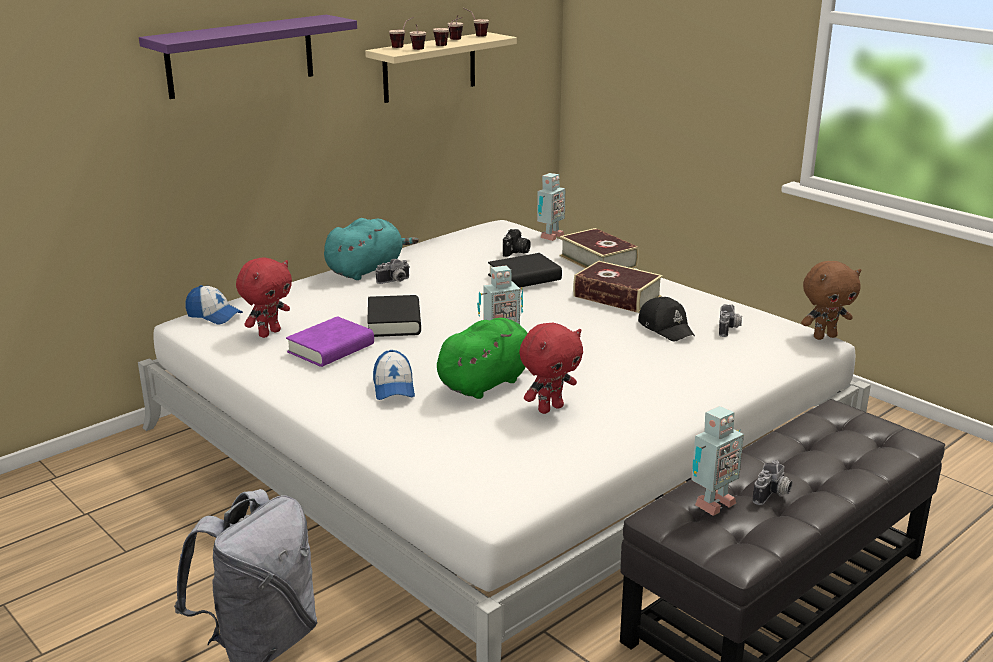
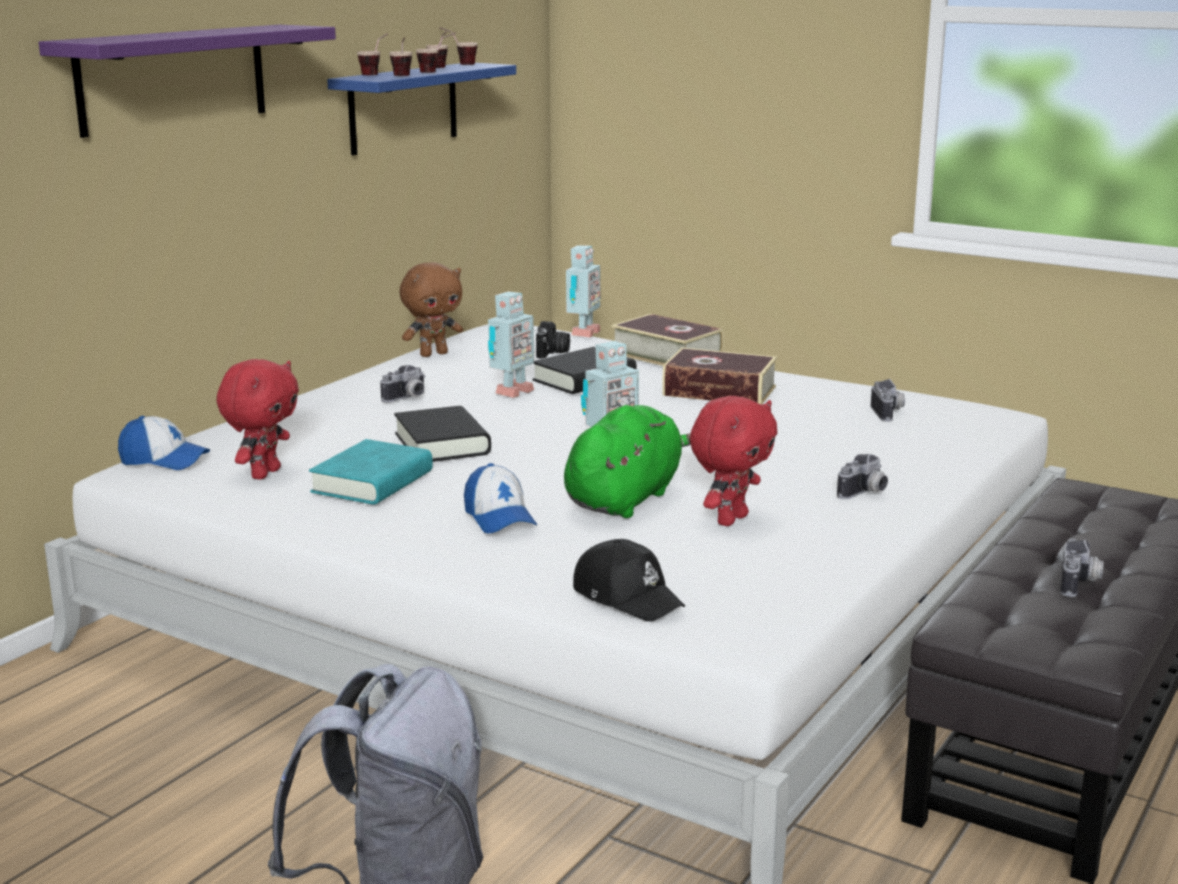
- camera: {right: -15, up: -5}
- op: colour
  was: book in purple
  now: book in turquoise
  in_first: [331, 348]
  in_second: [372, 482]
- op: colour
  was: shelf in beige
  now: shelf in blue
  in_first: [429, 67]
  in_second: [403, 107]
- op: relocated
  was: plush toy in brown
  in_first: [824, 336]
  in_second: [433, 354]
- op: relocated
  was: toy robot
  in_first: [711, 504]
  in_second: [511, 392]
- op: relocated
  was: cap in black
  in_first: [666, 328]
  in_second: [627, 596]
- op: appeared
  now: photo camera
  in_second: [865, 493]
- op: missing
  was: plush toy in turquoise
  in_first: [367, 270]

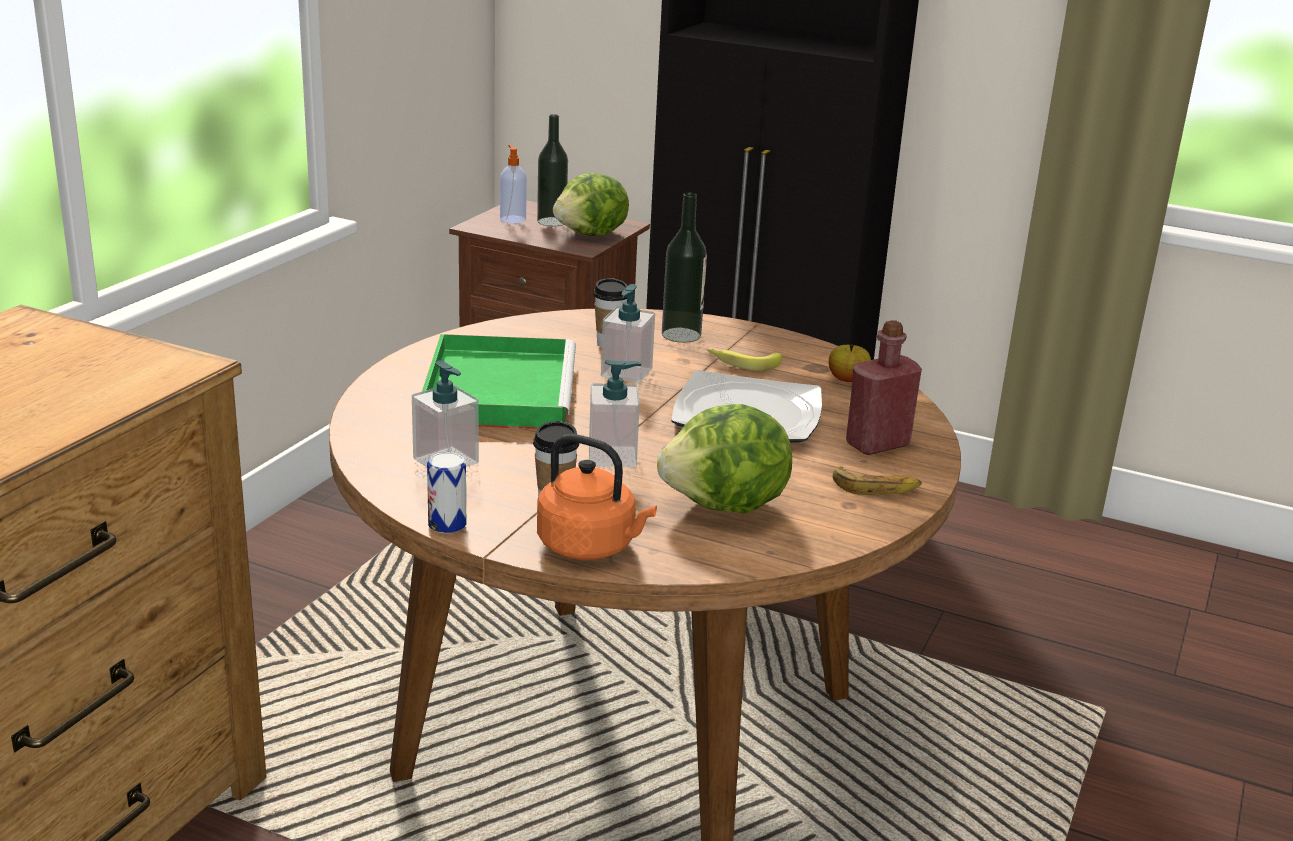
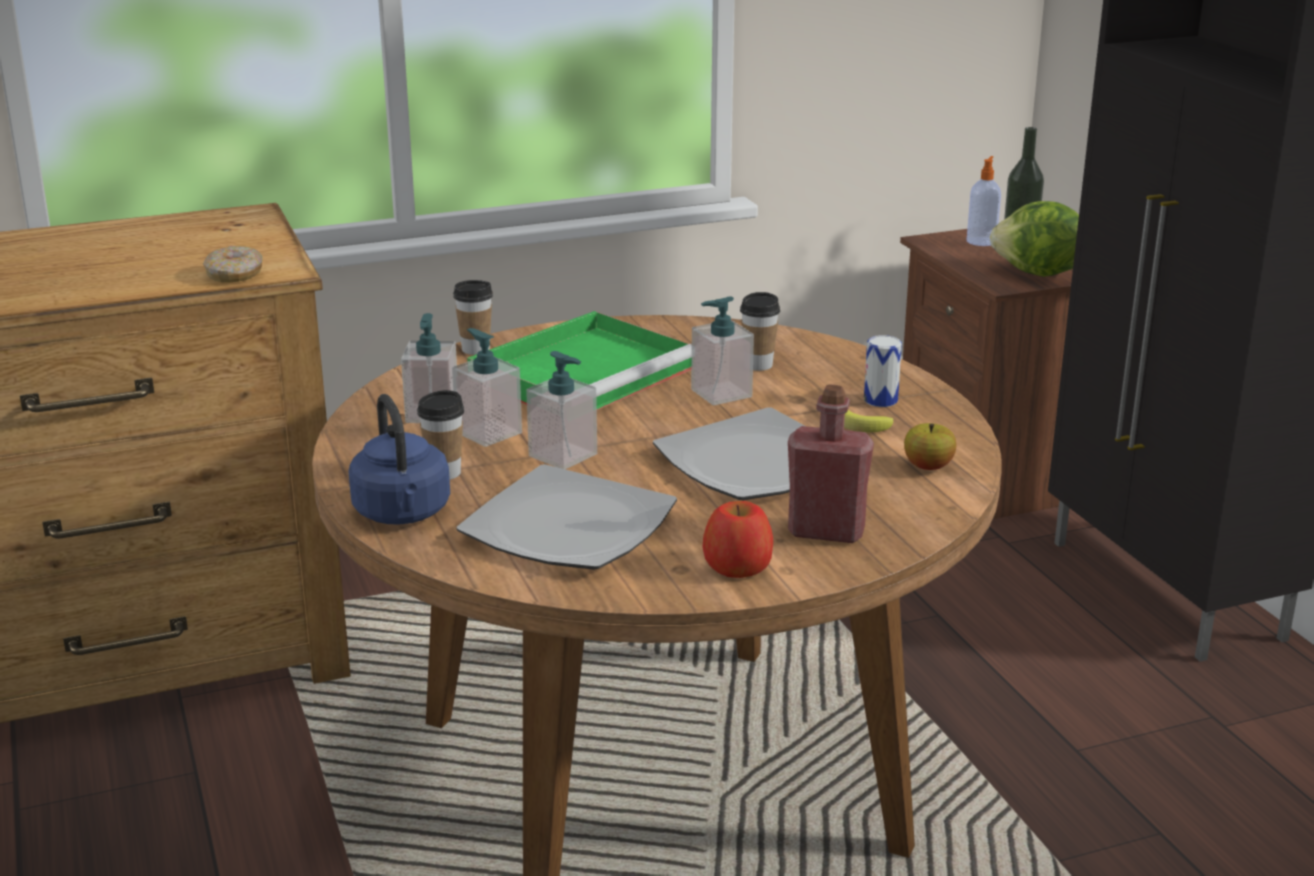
- camera: {right: 45, up: 0}
- op: appeared
  now: donut
  in_second: [235, 275]
- op: colour
  was: kettle in orange
  now: kettle in blue
  in_first: [591, 547]
  in_second: [403, 514]
- op: appeared
  now: soap dispenser
  in_second: [488, 432]
- op: appeared
  now: cup
  in_second: [475, 349]
- op: exchanged
  was: lettuce
  now: plate
  in_first: [726, 507]
  in_second: [569, 528]
- op: exchanged
  was: banana
  now: apple
  in_first: [876, 488]
  in_second: [738, 565]
- op: relocated
  was: can
  in_first: [447, 524]
  in_second: [880, 400]
- op: missing
  was: bottle
  in_first: [681, 335]

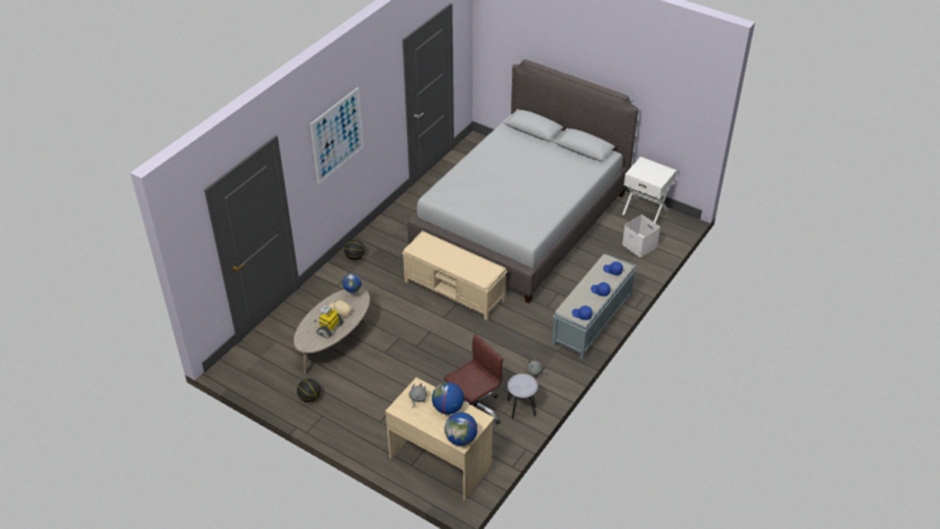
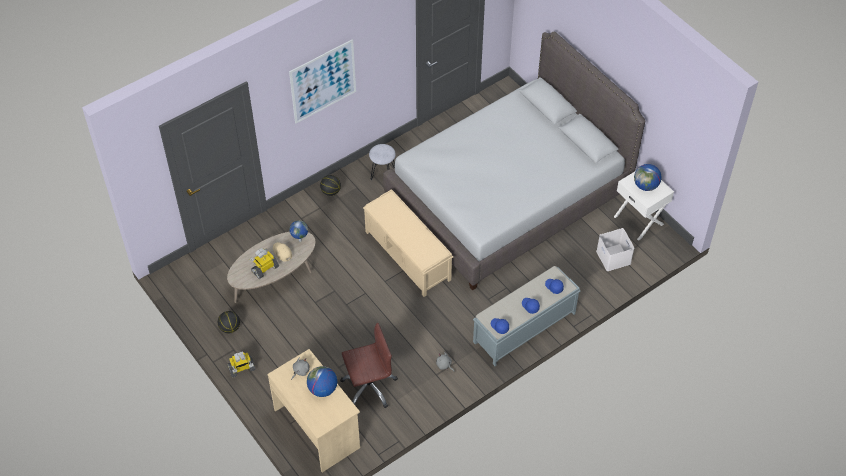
- camera: {right: 20, up: 10}
- op: appeared
  now: toy robot
  in_second: [241, 369]
- op: relocated
  was: stool in grey
  in_first: [521, 408]
  in_second: [383, 173]
- op: relocated
  was: globe
  in_first: [461, 439]
  in_second: [646, 186]

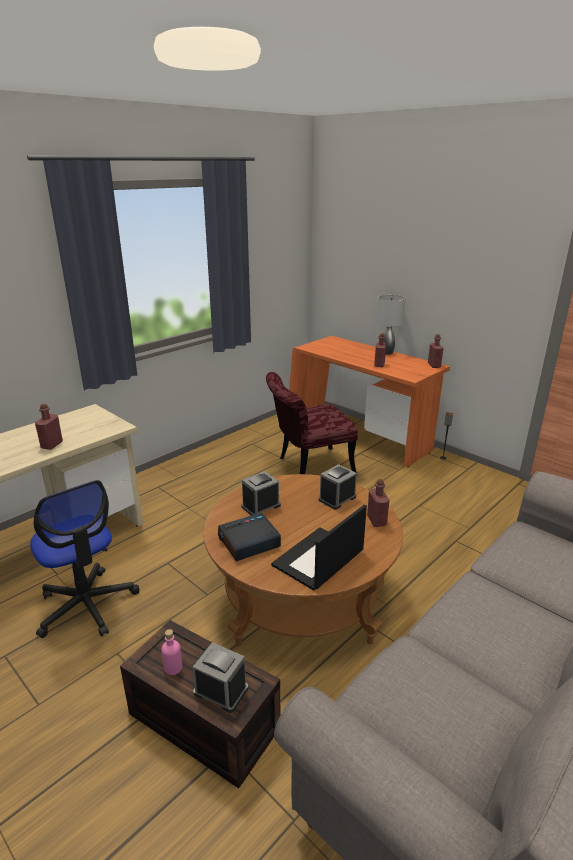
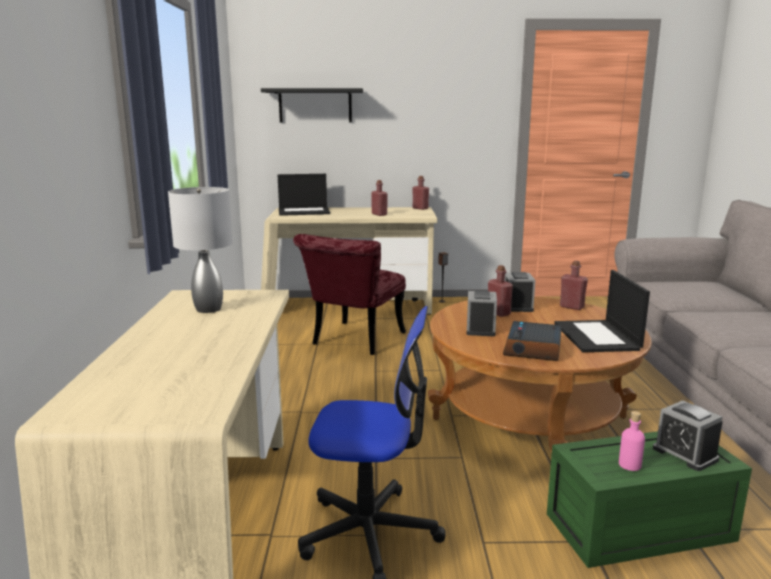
- camera: {right: -45, up: -10}
- op: relocated
  was: table lamp in grey
  in_first: [386, 352]
  in_second: [208, 309]
- op: appeared
  now: shelf in black
  in_second: [315, 105]
- op: colour
  was: desk in orange
  now: desk in beige
  in_first: [358, 435]
  in_second: [348, 308]
- op: appeared
  now: laptop
  in_second: [304, 211]
- op: relocated
  was: bottle in red
  in_first: [52, 445]
  in_second: [498, 313]
- op: colour
  was: storage box in brown
  now: storage box in green
  in_first: [200, 721]
  in_second: [638, 529]
- op: spun
  was: alarm clock
  in_first: [221, 690]
  in_second: [685, 454]
  clockwise: -105

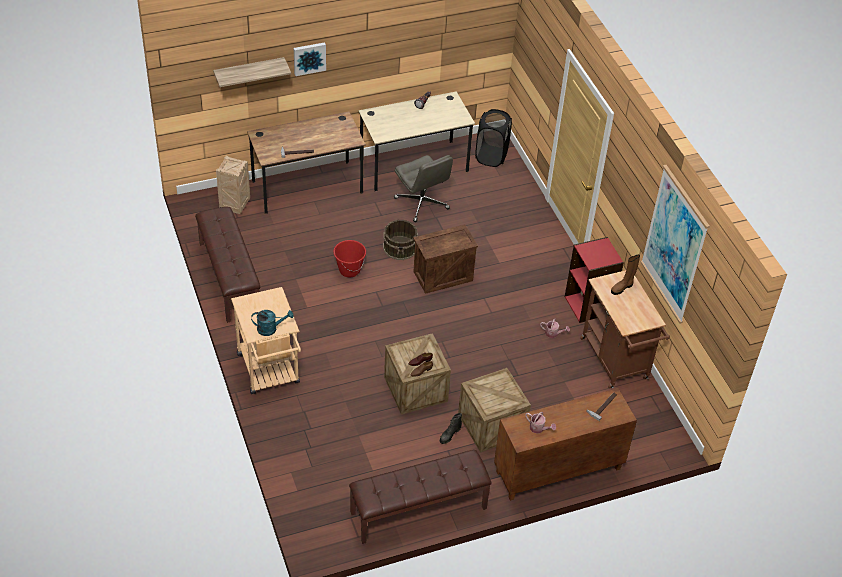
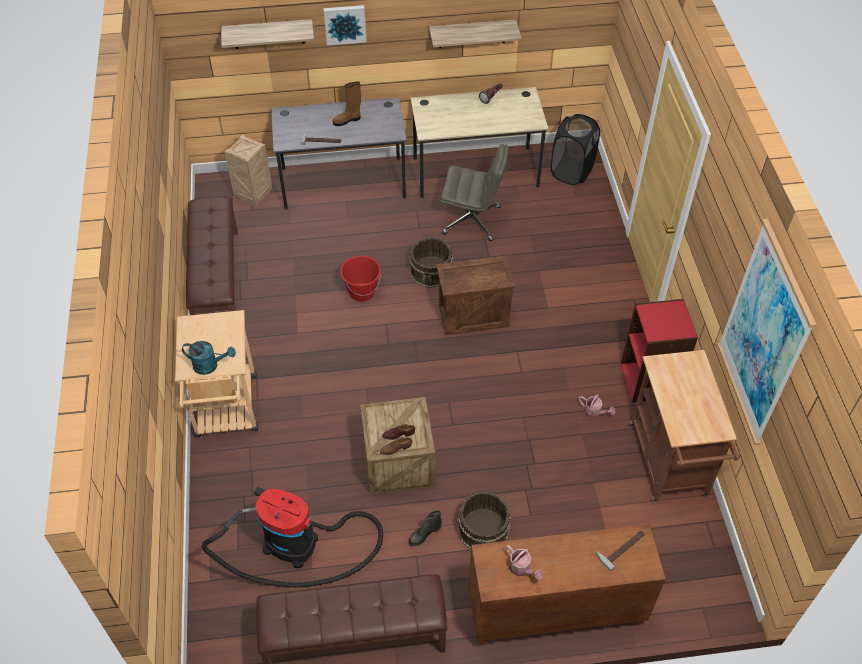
- camera: {right: 15, up: 5}
- op: appeared
  now: vacuum cleaner
  in_second: [297, 545]
- op: colour
  was: desk in brown
  now: desk in grey
  in_first: [307, 187]
  in_second: [343, 183]
- op: relocated
  was: boot in brown
  in_first: [622, 287]
  in_second: [347, 120]
- op: appeared
  now: shelf
  in_second: [472, 34]
- op: spun
  was: office chair in grey
  in_first: [422, 204]
  in_second: [472, 220]
  clockwise: -60
- op: exchanged
  was: crate
  now: bucket in brown
  in_first: [491, 425]
  in_second: [482, 529]

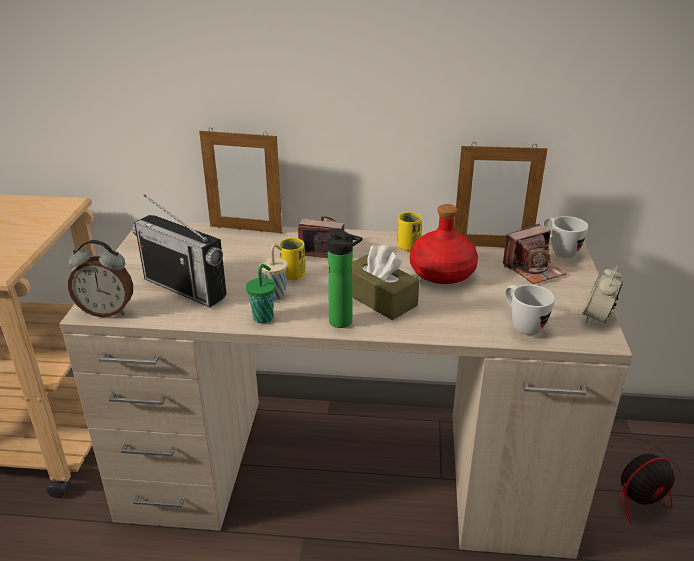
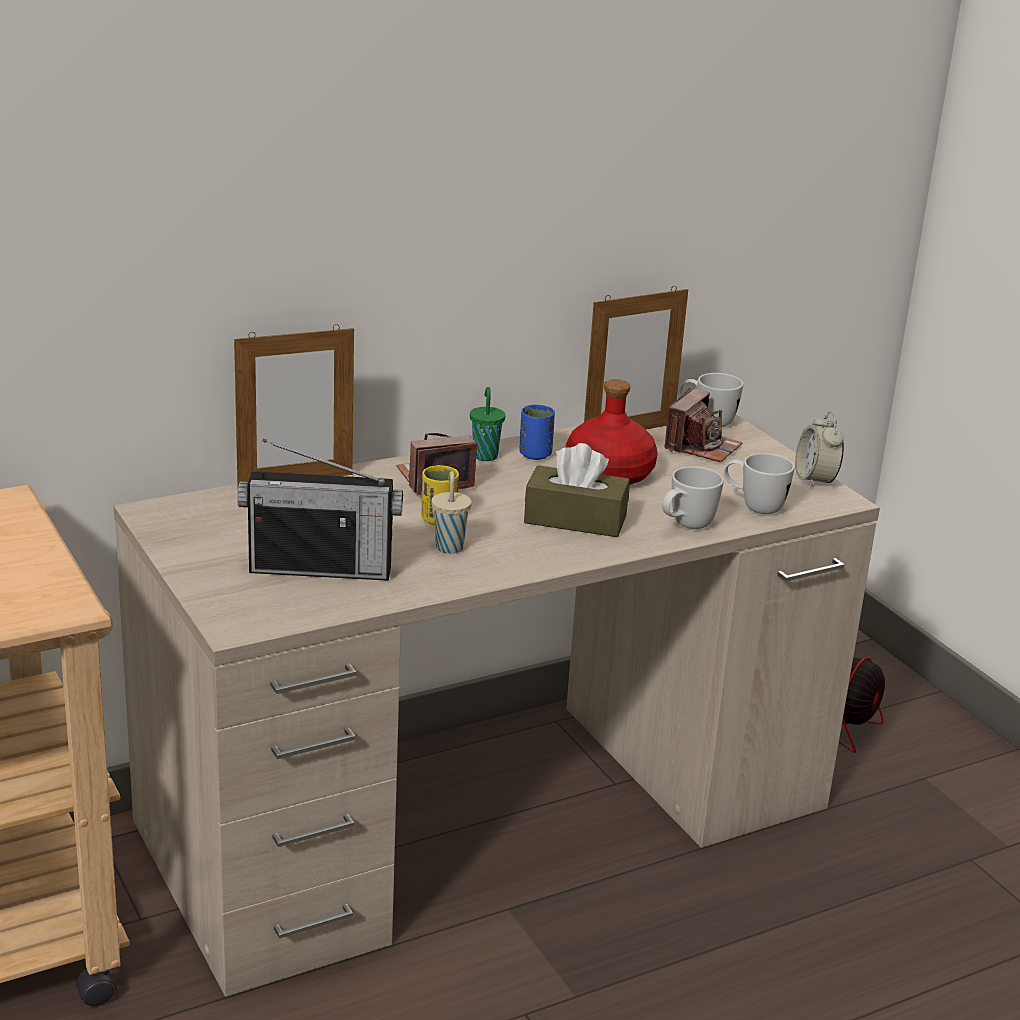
- camera: {right: -35, up: -5}
- op: relocated
  was: cup in green
  in_first: [264, 317]
  in_second: [485, 455]
- op: colour
  was: cup in yellow
  now: cup in blue
  in_first: [408, 247]
  in_second: [535, 454]
- op: appeared
  now: mug in white
  in_second: [685, 526]
- op: missing
  was: alarm clock
  in_first: [107, 311]
- op: missing
  was: bottle
  in_first: [343, 323]

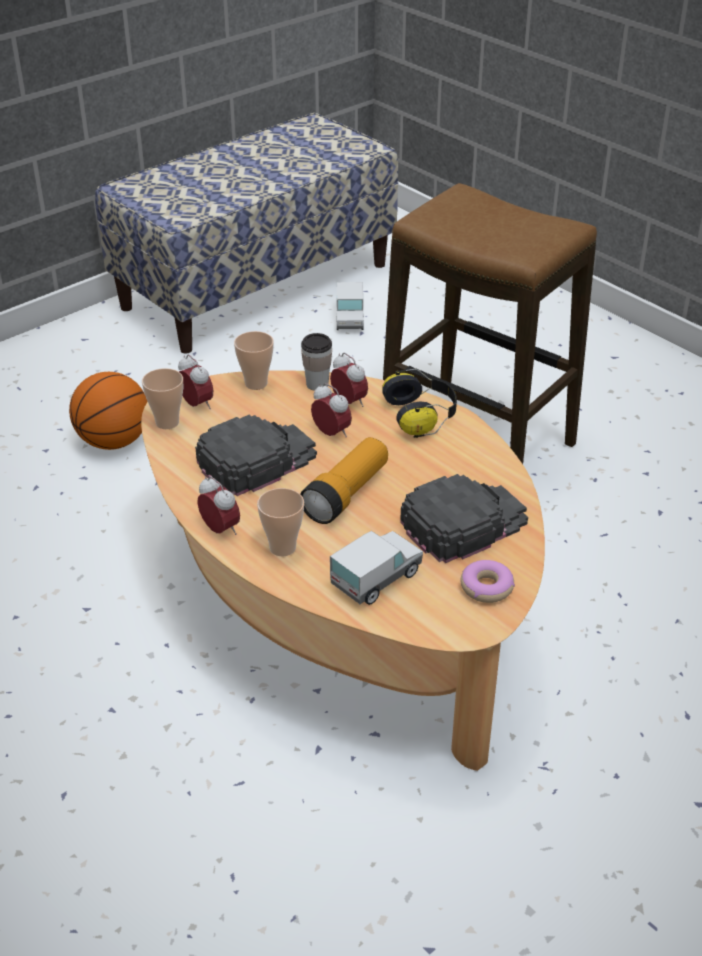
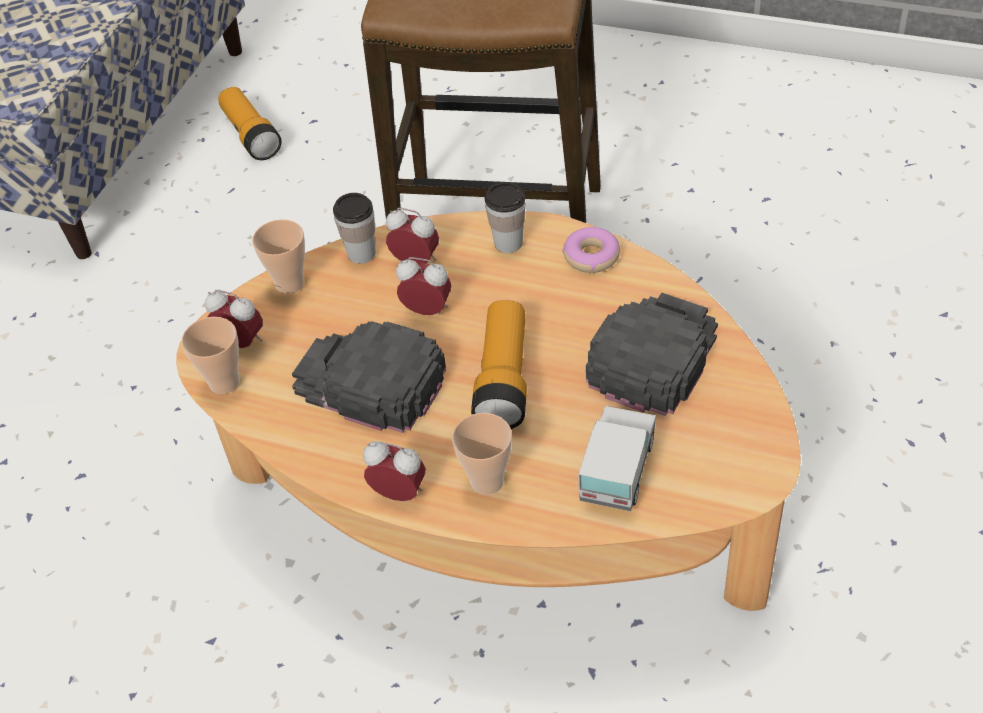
- camera: {right: -25, up: 10}
- op: exchanged
  was: toy truck
  now: flashlight
  in_first: [349, 319]
  in_second: [251, 135]
- op: spun
  was: cap in black
  in_first: [257, 459]
  in_second: [369, 382]
  clockwise: -90
- op: exchanged
  was: headphones
  now: cup
  in_first: [421, 416]
  in_second: [508, 243]
- op: relocated
  was: donut
  in_first: [487, 587]
  in_second: [591, 256]
- op: missing
  was: basketball
  in_first: [113, 441]

